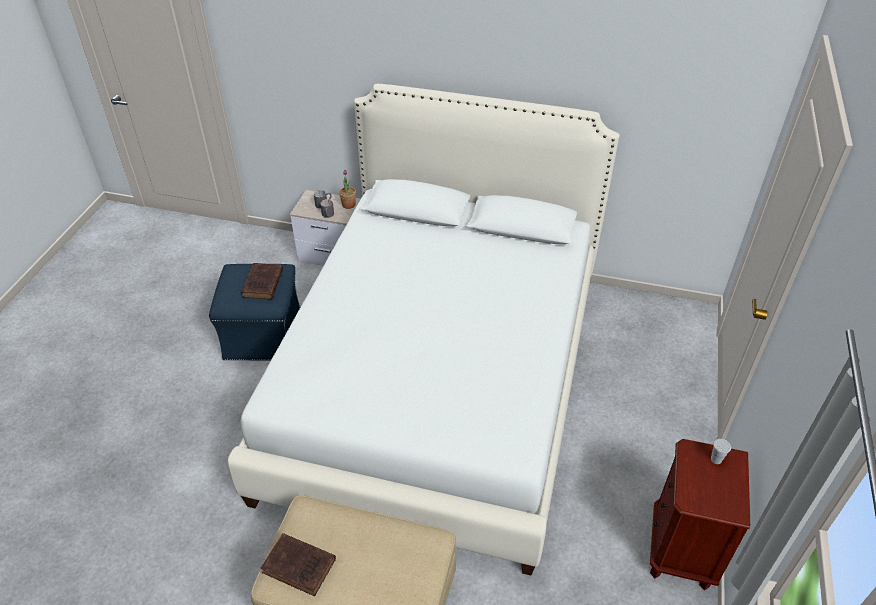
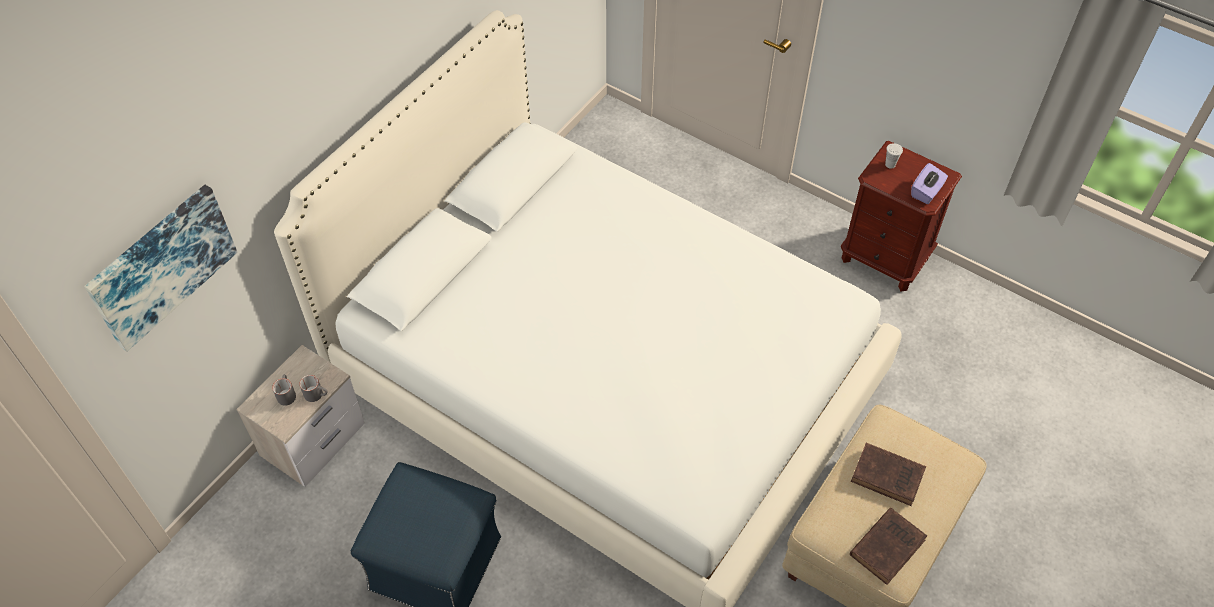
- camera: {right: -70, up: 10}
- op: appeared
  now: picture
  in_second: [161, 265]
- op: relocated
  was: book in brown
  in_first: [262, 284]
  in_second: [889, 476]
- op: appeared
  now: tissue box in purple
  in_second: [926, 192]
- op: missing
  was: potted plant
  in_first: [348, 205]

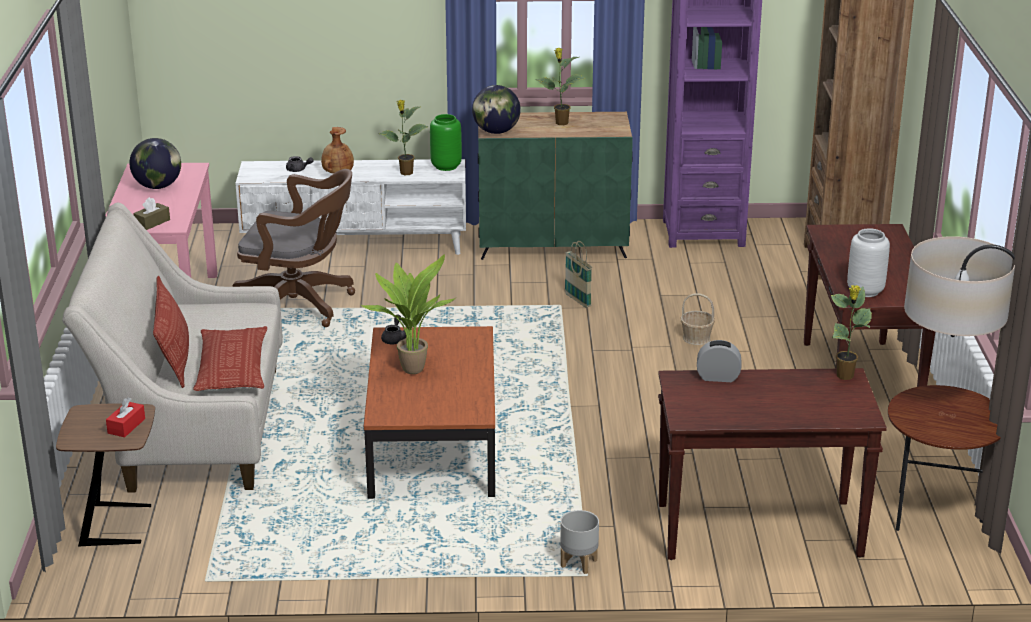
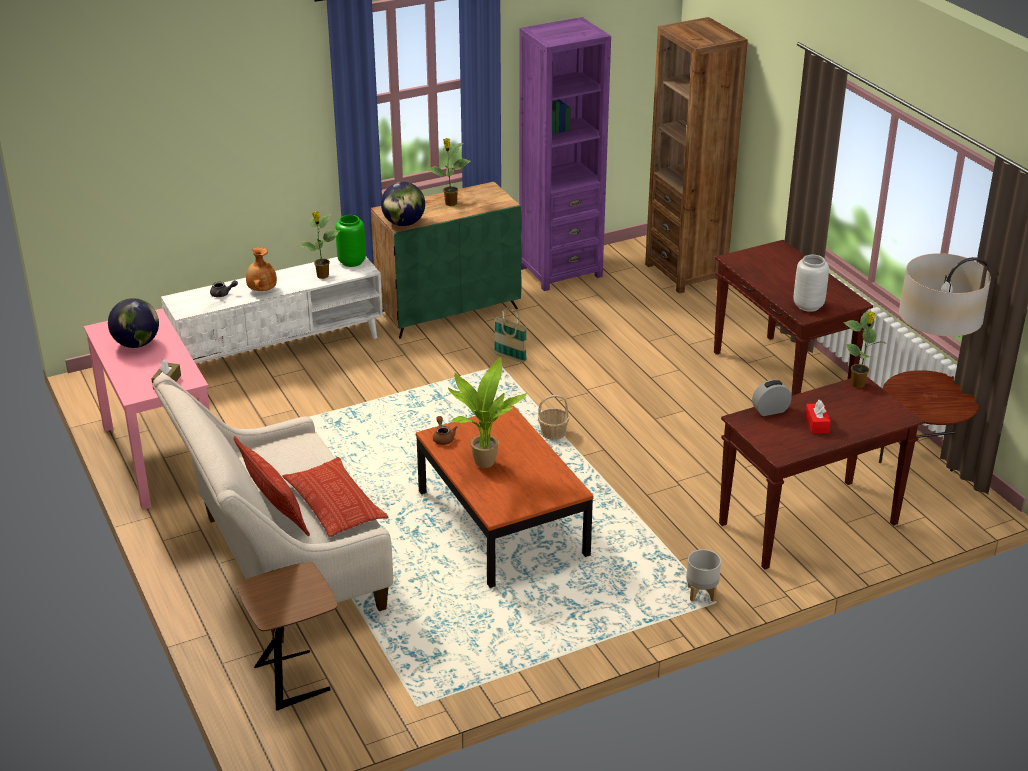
- camera: {right: -25, up: 5}
- op: colour
  was: teapot in grey
  now: teapot in brown
  in_first: [394, 338]
  in_second: [443, 438]
- op: relocated
  was: basket
  in_first: [696, 338]
  in_second: [553, 433]
- op: relocated
  was: tissue box in red
  in_first: [126, 426]
  in_second: [816, 424]
- op: missing
  was: office chair in brown
  in_first: [300, 305]

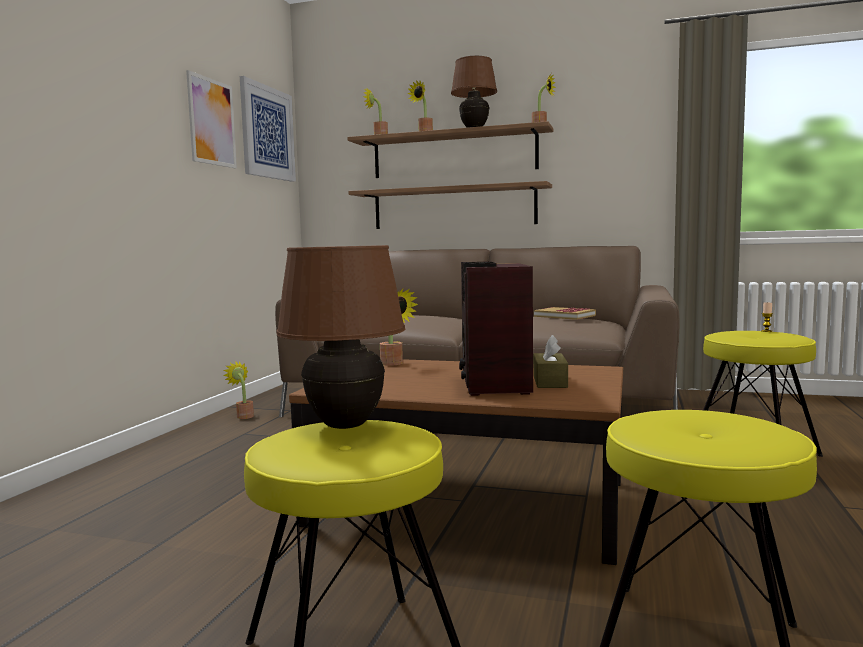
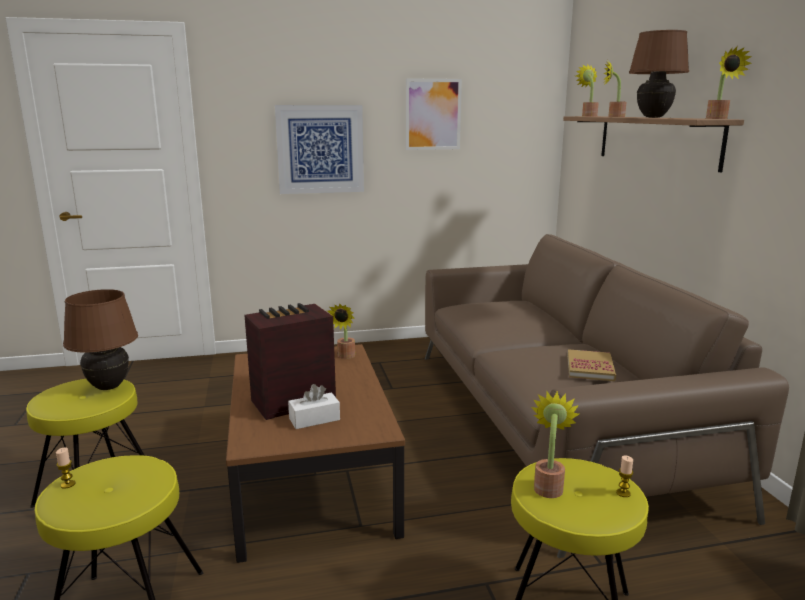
- camera: {right: 60, up: 10}
- op: appeared
  now: candle
  in_second: [68, 484]
- op: relocated
  was: picture
  in_first: [267, 132]
  in_second: [320, 149]
- op: colour
  was: tissue box in brown
  now: tissue box in white
  in_first: [550, 381]
  in_second: [314, 419]
- op: relocated
  was: potted plant
  in_first: [243, 416]
  in_second: [548, 486]
- op: missing
  was: shelf
  in_first: [453, 207]

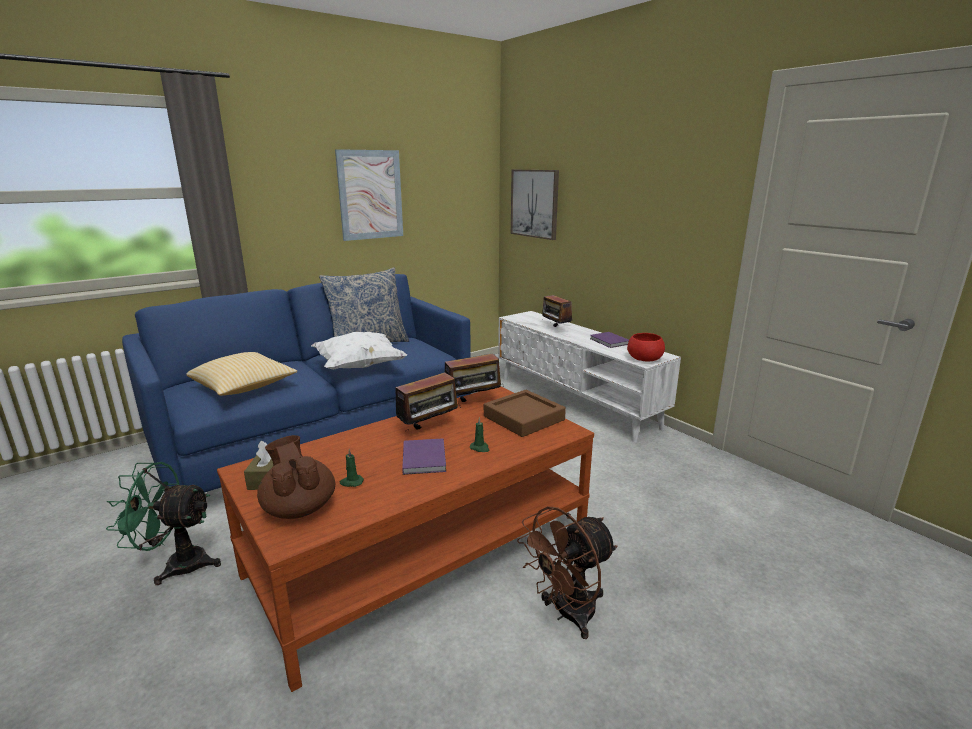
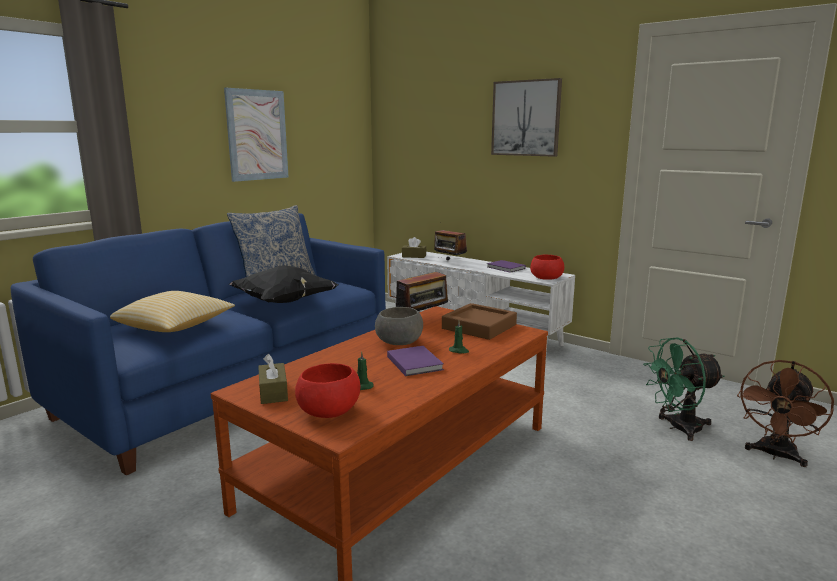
- camera: {right: -15, up: -5}
- op: colour
  was: pillow in white
  now: pillow in black
  in_first: [359, 367]
  in_second: [284, 302]
- op: exchanged
  was: teapot in brown
  now: bowl in red
  in_first: [299, 508]
  in_second: [328, 410]
- op: exchanged
  was: radio
  now: bowl in grey
  in_first: [429, 428]
  in_second: [398, 342]
- op: appeared
  now: tissue box in brown
  in_second: [414, 256]
- op: relocated
  was: picture
  in_first: [535, 203]
  in_second: [526, 118]
- op: relocated
  was: fan in green
  in_first: [177, 564]
  in_second: [678, 428]
- op: relocated
  was: fan in brown
  in_first: [567, 614]
  in_second: [775, 455]

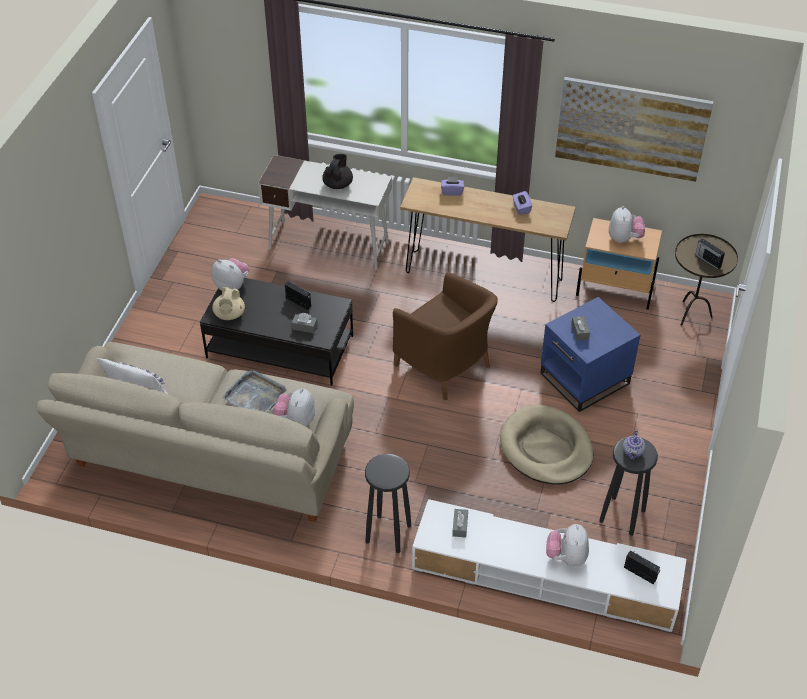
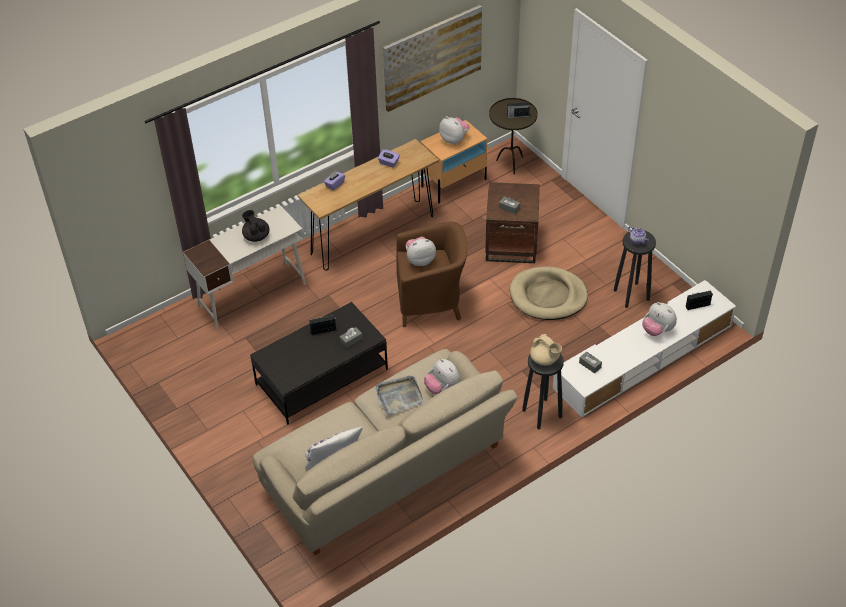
- camera: {right: -50, up: 0}
- op: relocated
  was: plush toy
  in_first: [232, 285]
  in_second: [420, 260]
- op: colour
  was: side table in blue
  now: side table in brown
  in_first: [585, 379]
  in_second: [512, 243]
- op: relocated
  was: teapot in beige
  in_first: [229, 315]
  in_second: [545, 359]

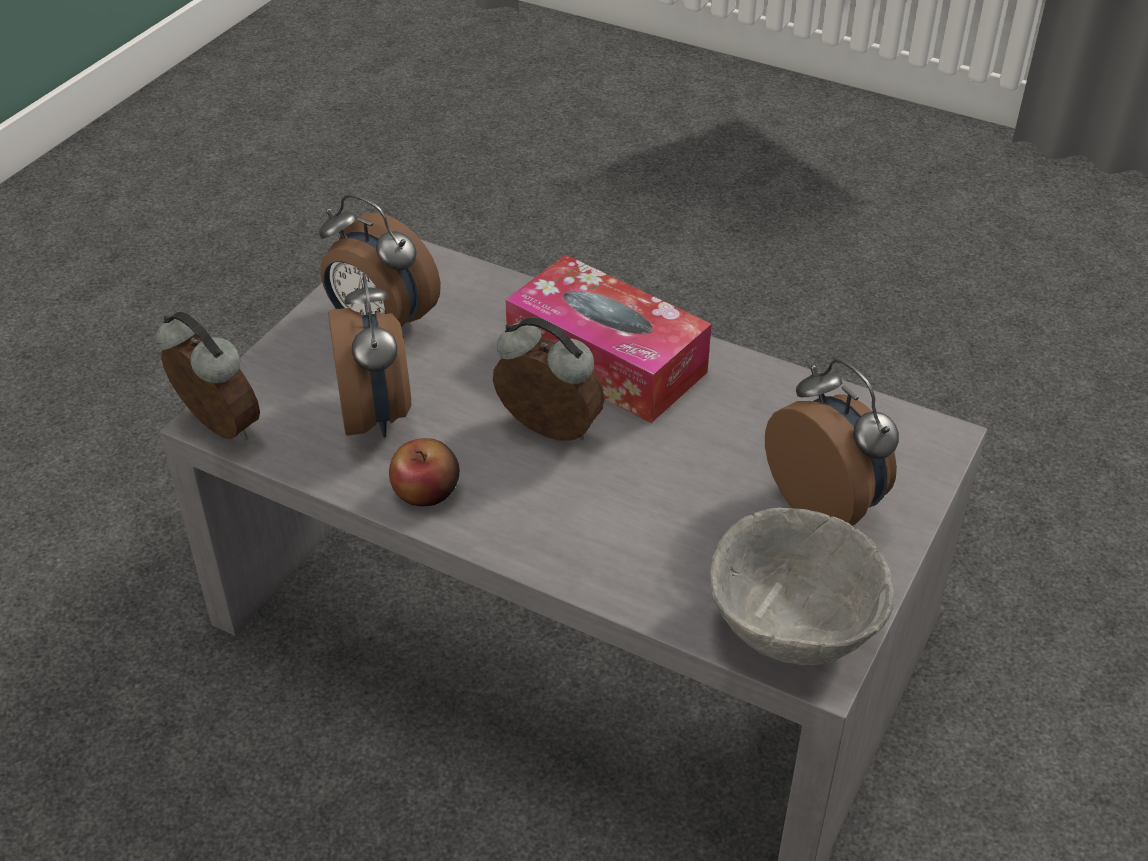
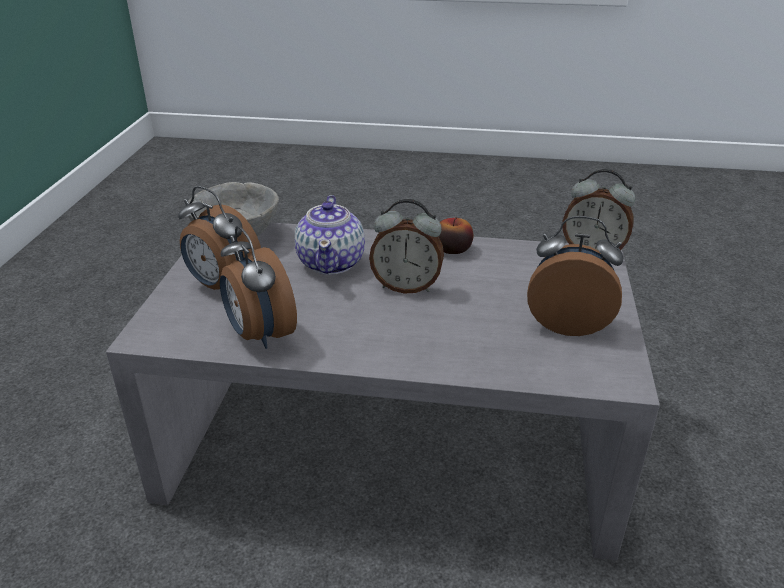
- camera: {right: 160, up: -10}
- op: relocated
  was: alarm clock
  in_first: [377, 415]
  in_second: [259, 335]
- op: appeared
  now: teapot
  in_second: [332, 262]
- op: missing
  was: tissue box
  in_first: [606, 360]

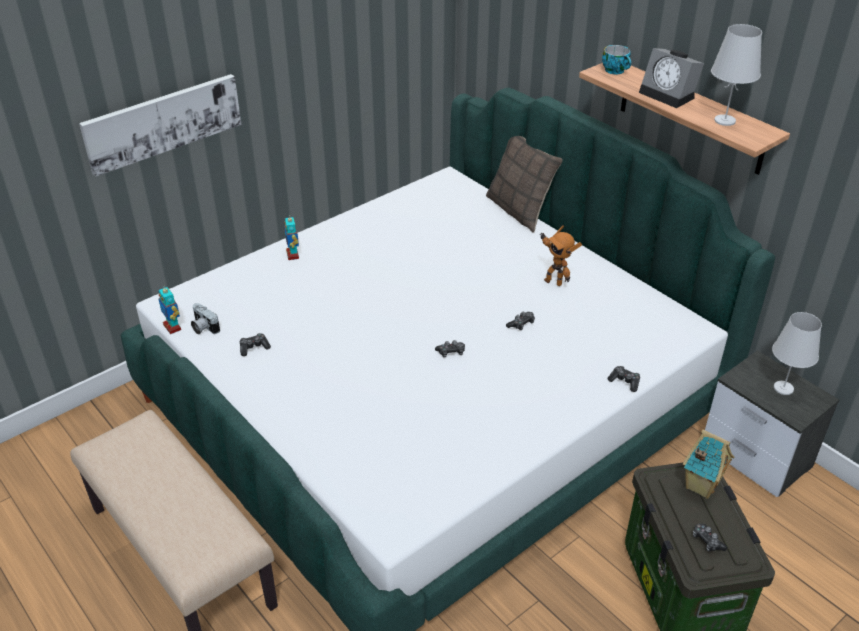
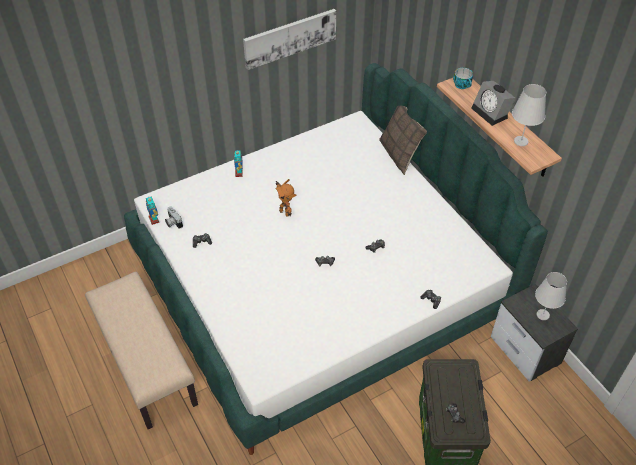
- camera: {right: 10, up: 10}
- op: relocated
  was: picture
  in_first: [163, 122]
  in_second: [290, 37]
- op: relocated
  was: toy robot
  in_first: [554, 281]
  in_second: [285, 212]
- op: missing
  was: toy house
  in_first: [700, 485]

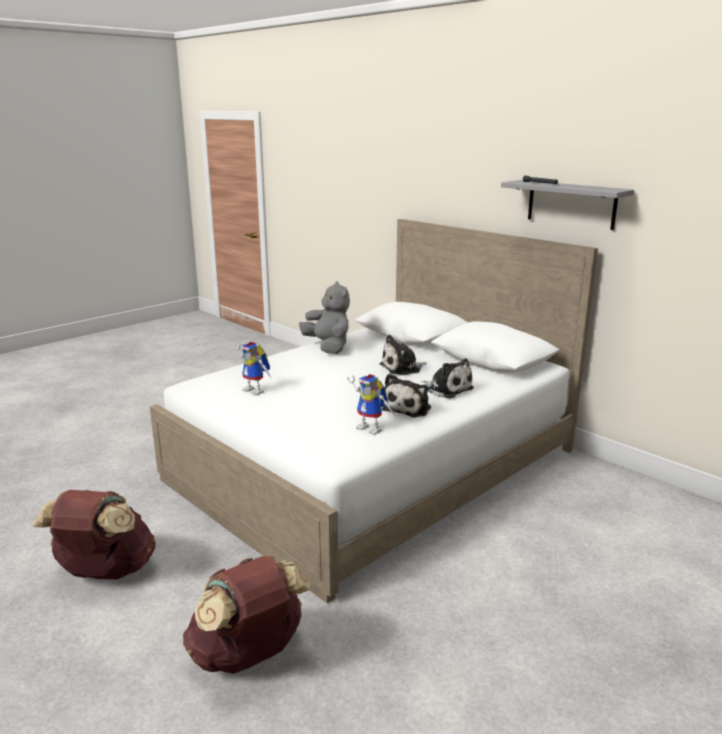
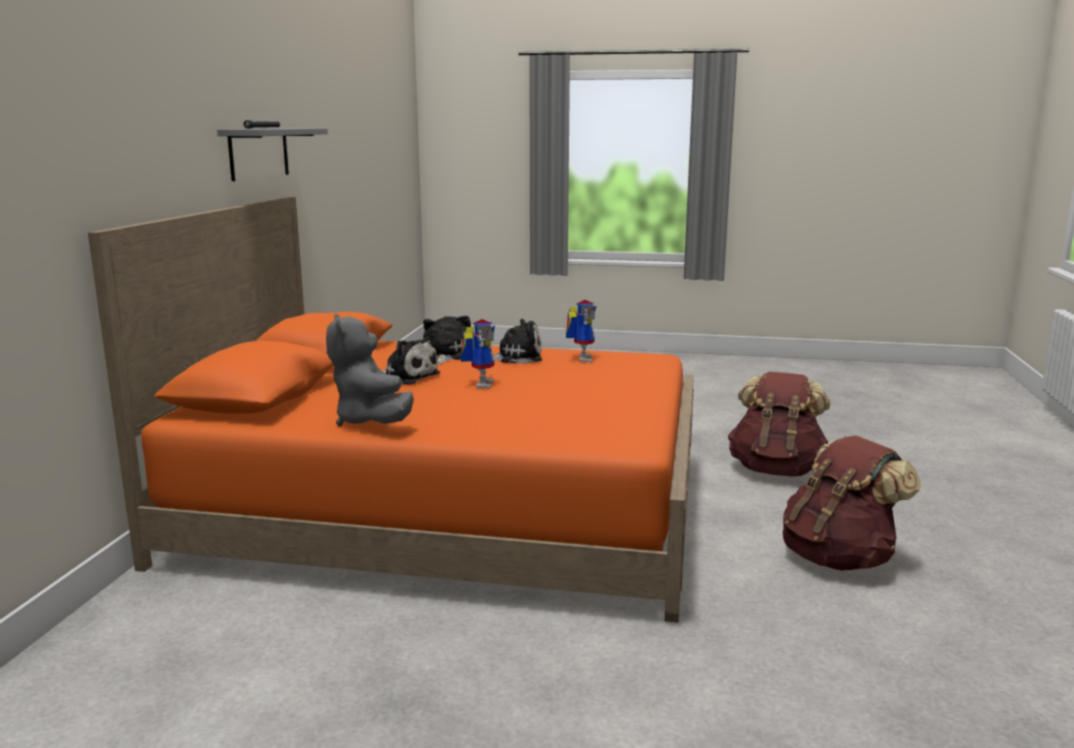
- camera: {right: -125, up: -5}
- op: colour
  was: bed in white
  now: bed in orange
  in_first: [374, 464]
  in_second: [449, 509]
- op: spun
  was: plush toy in grey
  in_first: [328, 347]
  in_second: [371, 421]
  clockwise: -45
- op: relocated
  was: toy robot
  in_first: [257, 390]
  in_second: [480, 383]

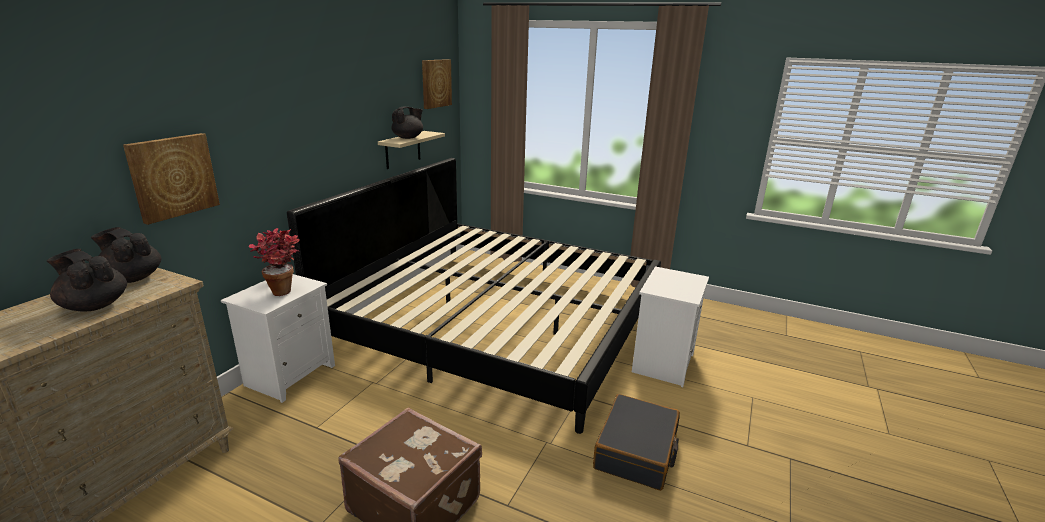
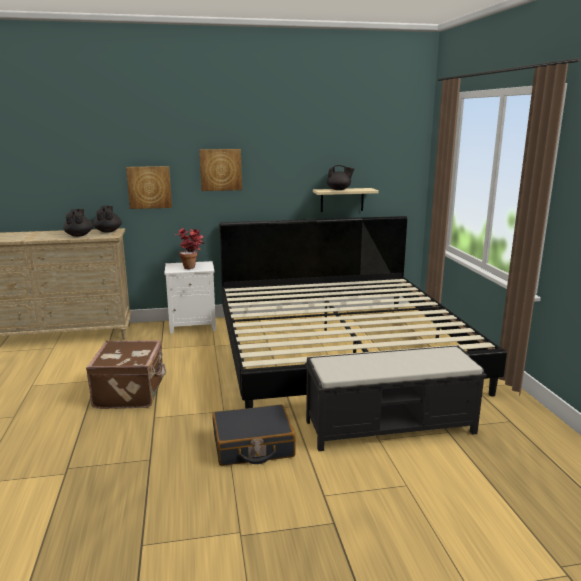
- camera: {right: 55, up: -5}
- op: relocated
  was: picture
  in_first: [435, 83]
  in_second: [220, 169]
- op: exchanged
  was: nightstand in white
  now: bench in black
  in_first: [662, 362]
  in_second: [391, 427]

